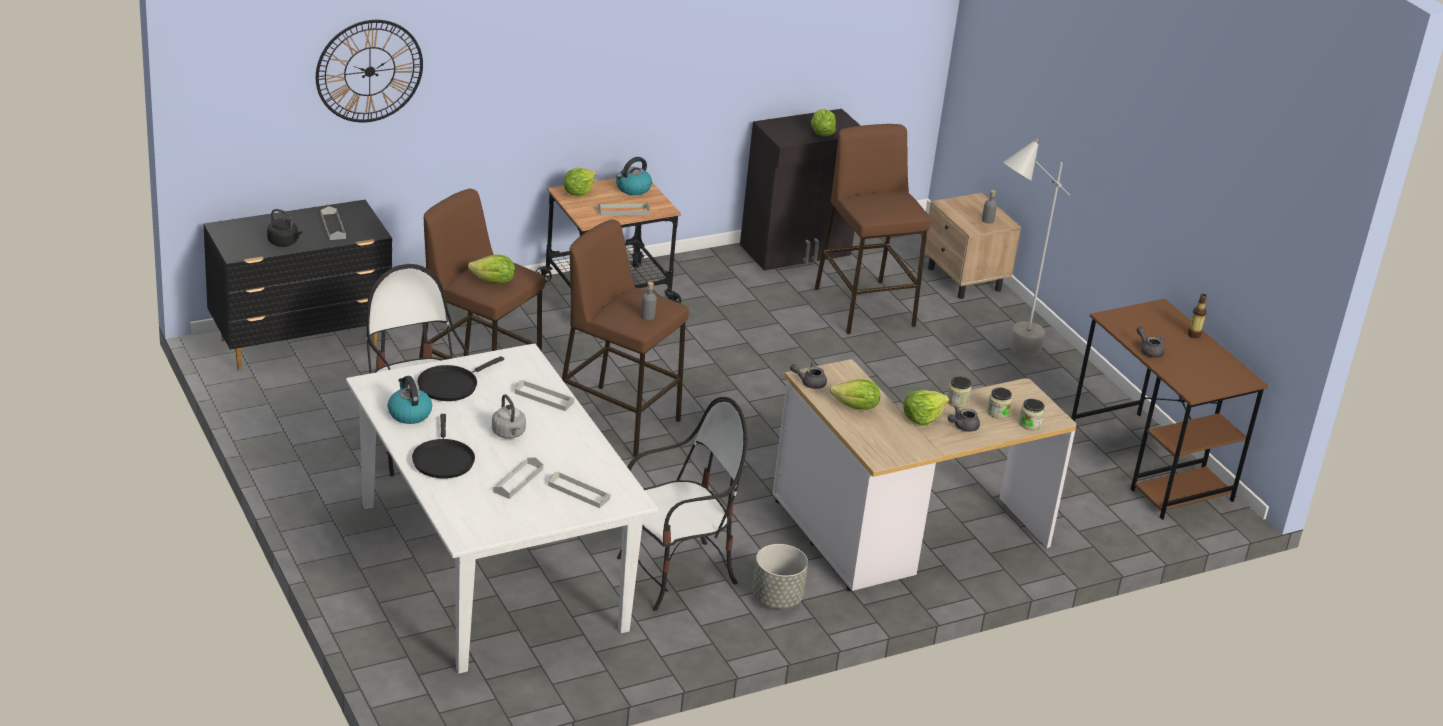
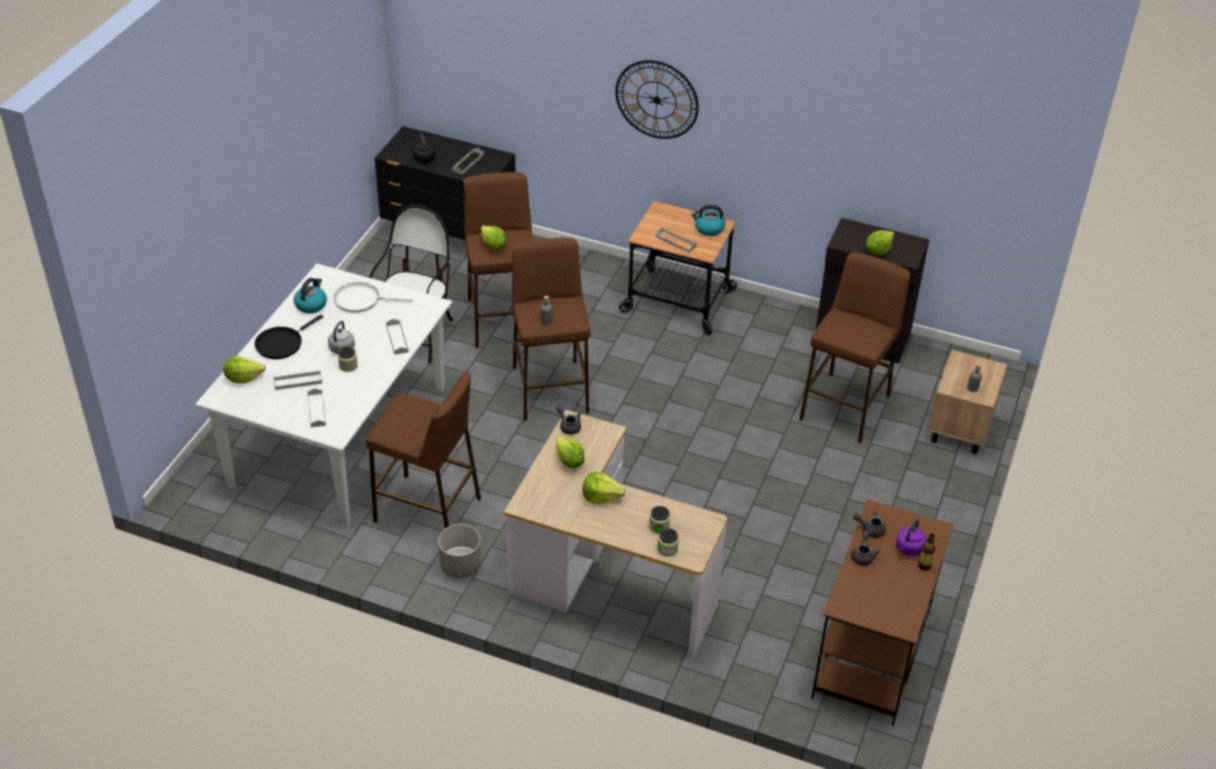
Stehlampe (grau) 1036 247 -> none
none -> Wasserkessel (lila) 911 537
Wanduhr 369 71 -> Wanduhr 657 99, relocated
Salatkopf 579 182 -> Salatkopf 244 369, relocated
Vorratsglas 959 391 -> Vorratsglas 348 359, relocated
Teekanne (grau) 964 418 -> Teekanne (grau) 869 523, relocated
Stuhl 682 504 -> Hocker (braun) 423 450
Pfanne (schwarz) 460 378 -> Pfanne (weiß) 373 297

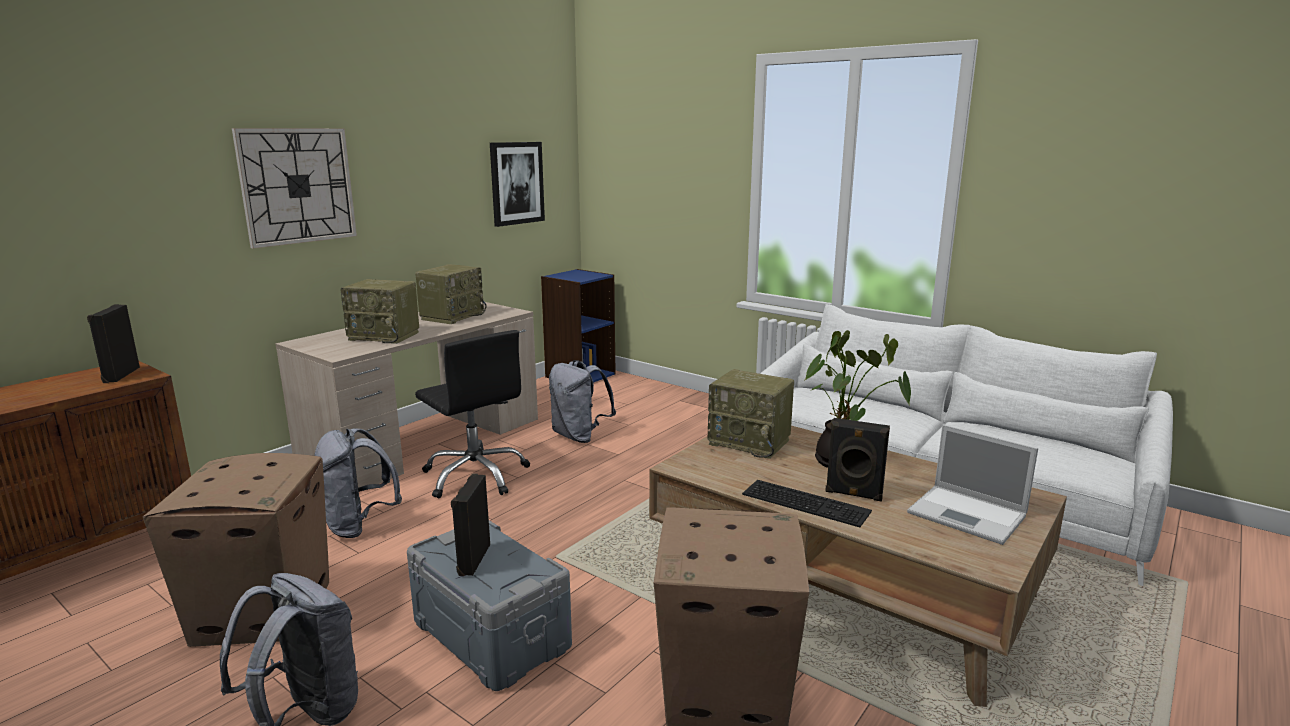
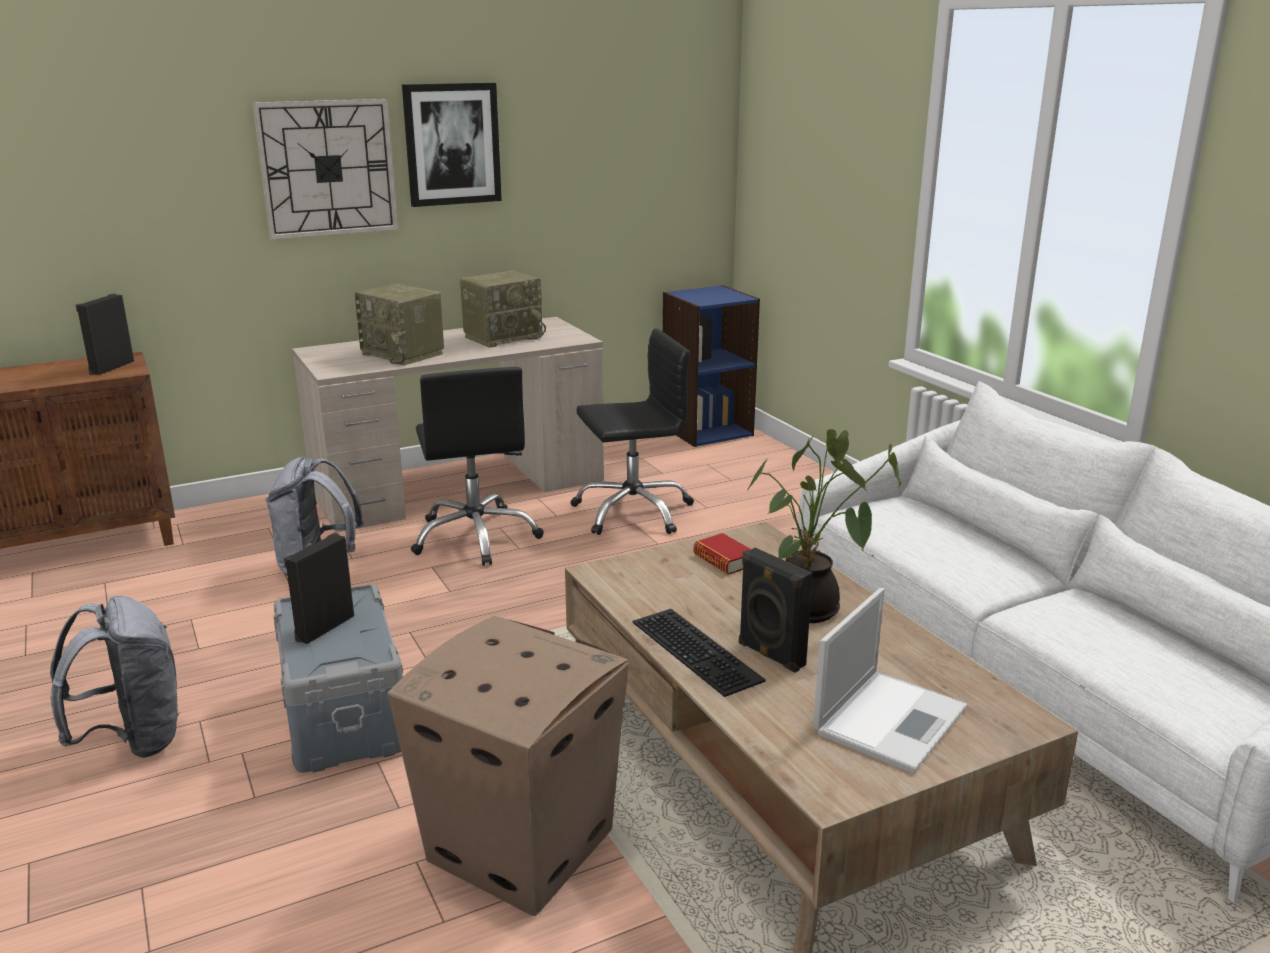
Karton 236 550 -> none
Bild 517 184 -> Bild 452 145, relocated
Rucksack (grau) 582 401 -> Bürostuhl (schwarz) 632 431
Radio 751 414 -> Buch 722 554
Laptop 972 484 -> Laptop 890 680, 120 degrees counterclockwise

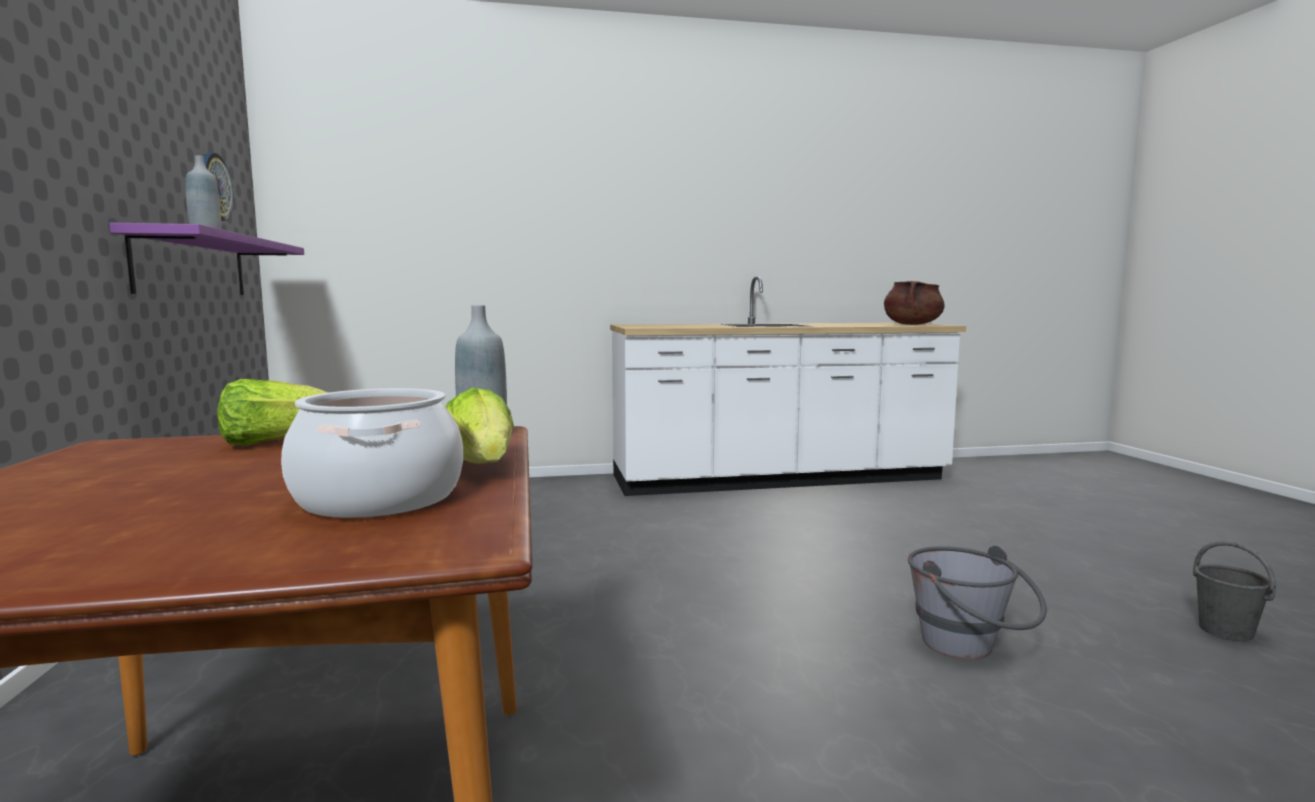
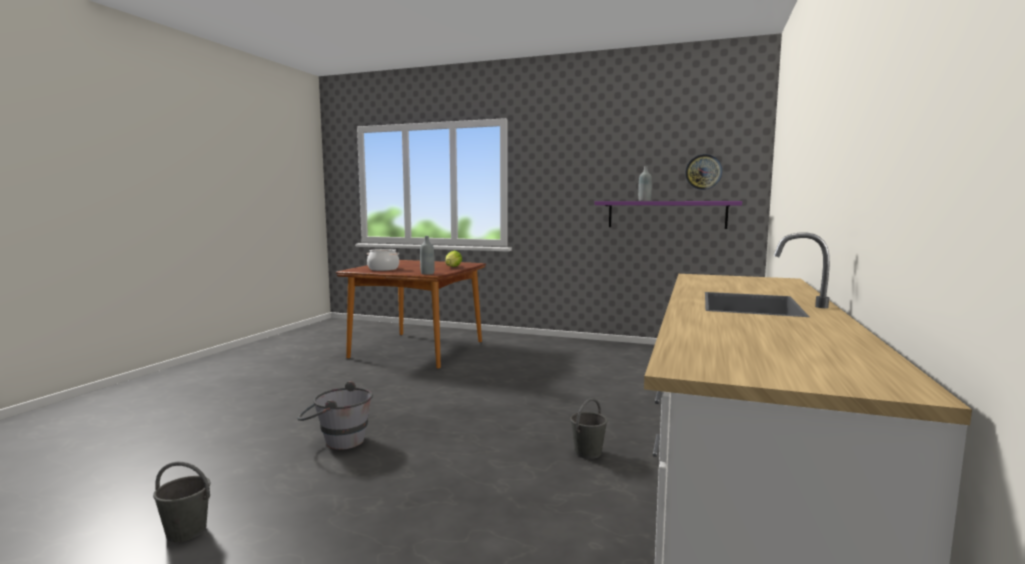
Salatkopf 480 426 -> none
Kochtopf (braun) 914 303 -> none
none -> Eimer (grau) 589 428

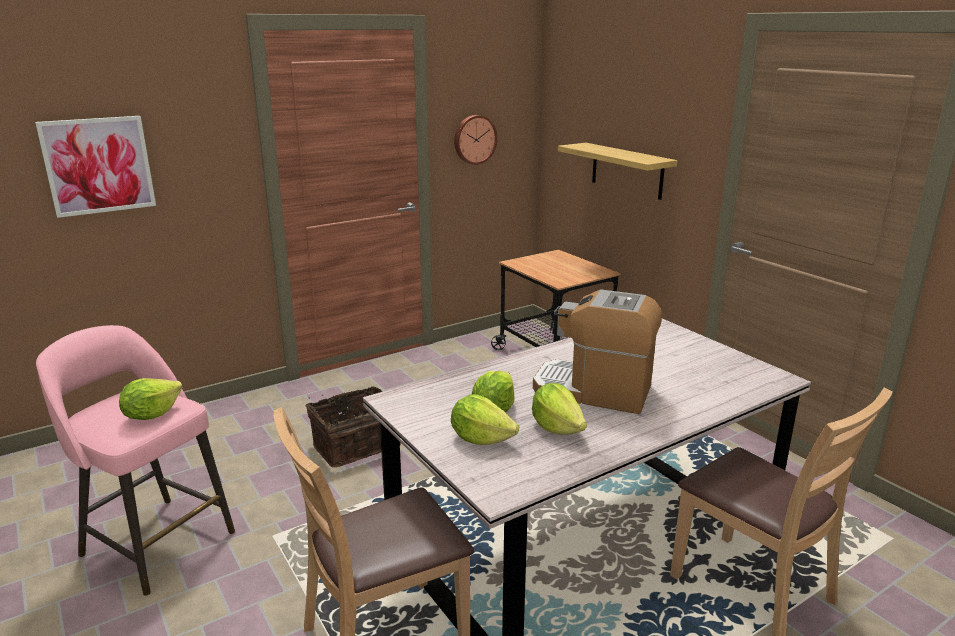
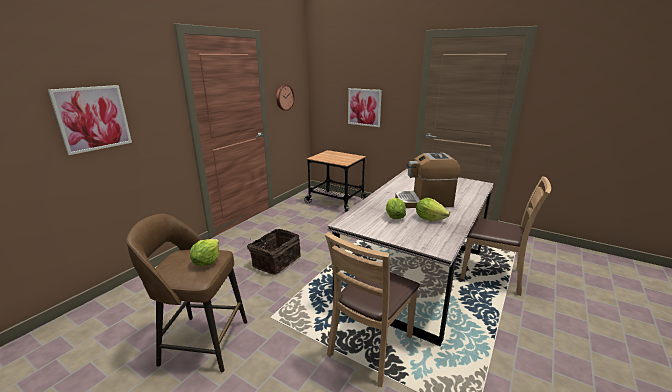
Salatkopf 485 419 -> none
Wandregal 617 171 -> Bild 365 107
Hocker (rosa) 135 460 -> Hocker (braun) 186 293

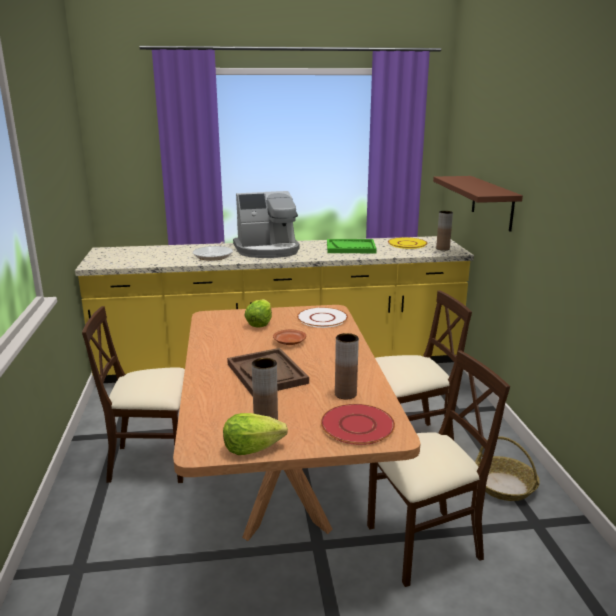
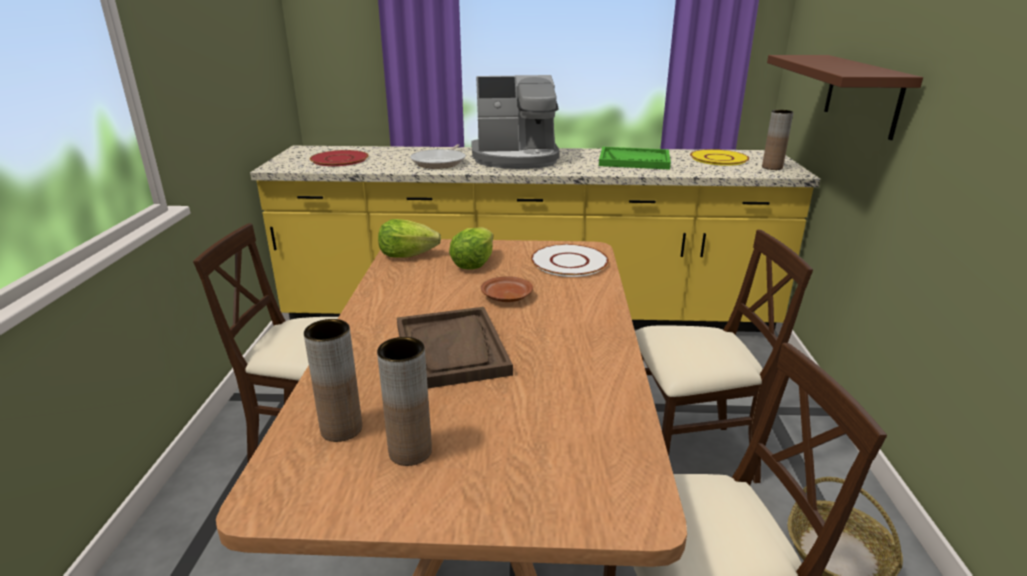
Salatkopf 255 434 -> Salatkopf 409 238, relocated
Teller (rot) 358 424 -> Teller (rot) 339 158, relocated
Vase (braun) 347 366 -> Vase (braun) 333 380, relocated

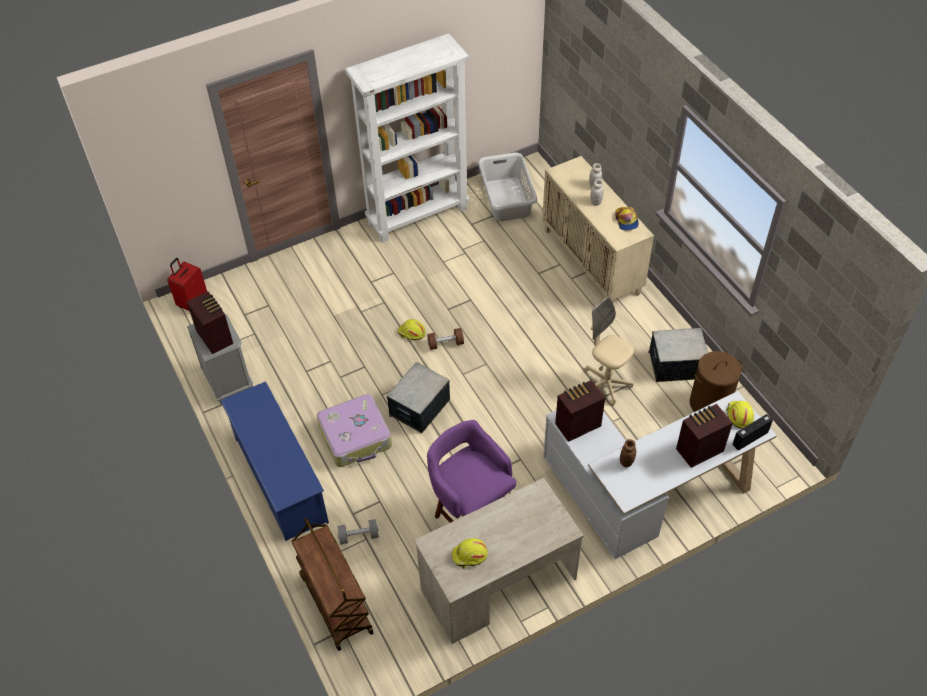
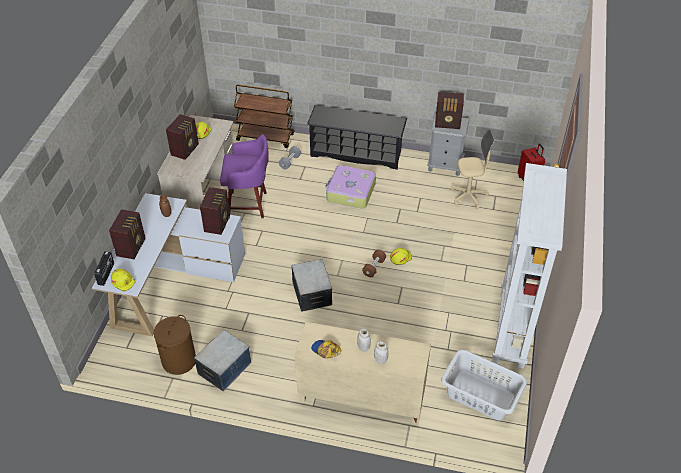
none -> Radio 182 137
Aufbewahrungsbox 418 397 -> Aufbewahrungsbox 311 285, relocated
Bürostuhl (beige) 609 351 -> Bürostuhl (beige) 472 169, relocated
Schuhregal (blau) 275 461 -> Schuhregal (schwarz) 357 137

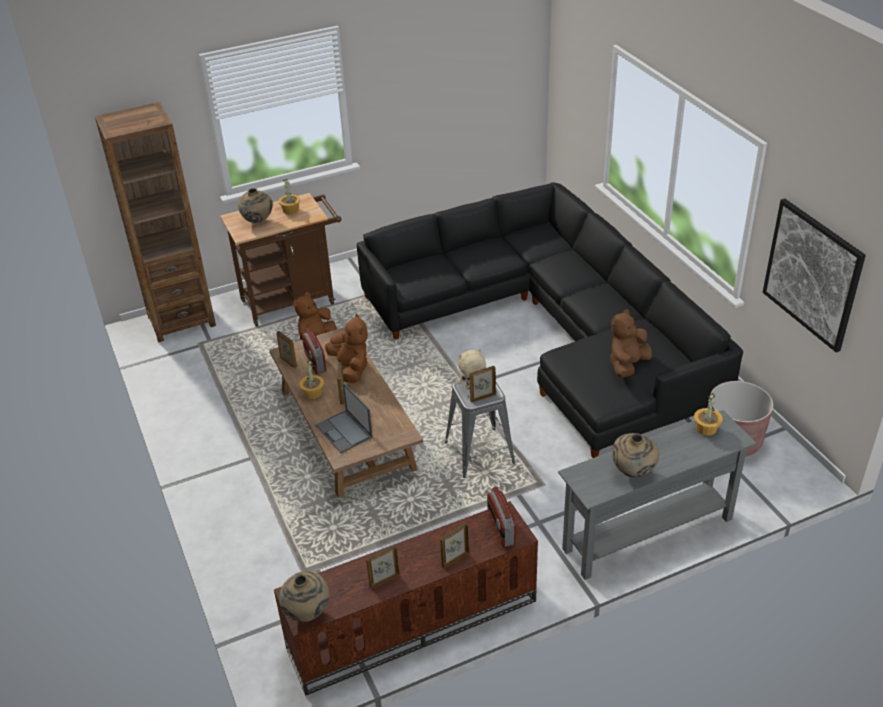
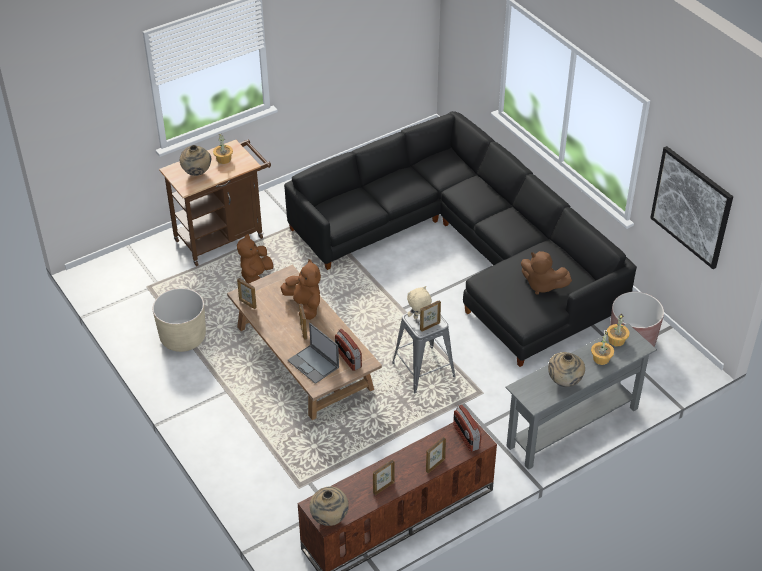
Bücherregal (braun) 155 222 -> none
none -> Pflanzkübel (beige) 179 320
Topfpflanze 311 379 -> Topfpflanze 602 348, relocated
Radio 314 351 -> Radio 348 350, relocated
Plüschtier (braun) 631 343 -> Plüschtier (braun) 546 273, 90 degrees counterclockwise

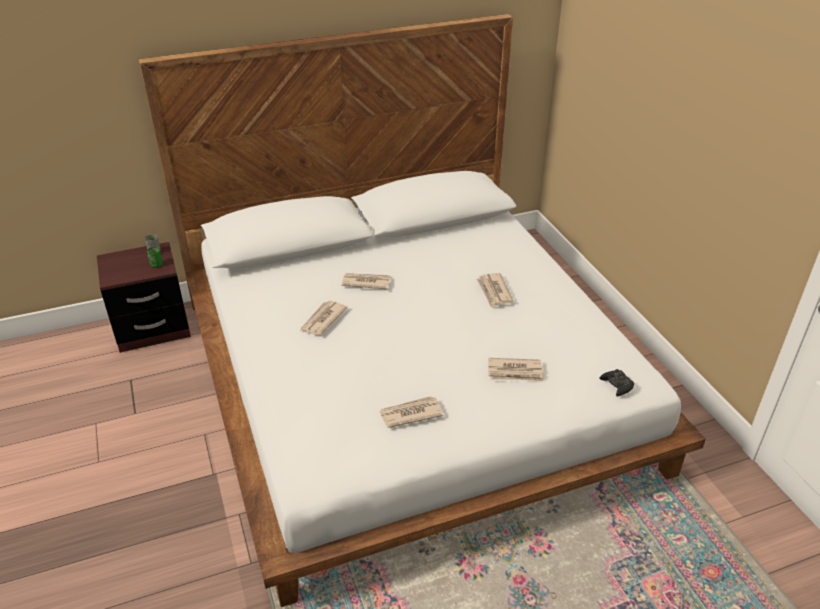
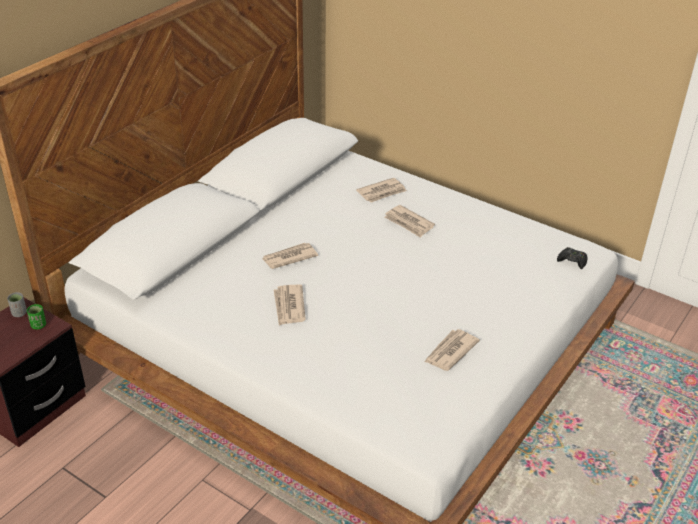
Zeitung 516 369 -> Zeitung 381 190, relocated

